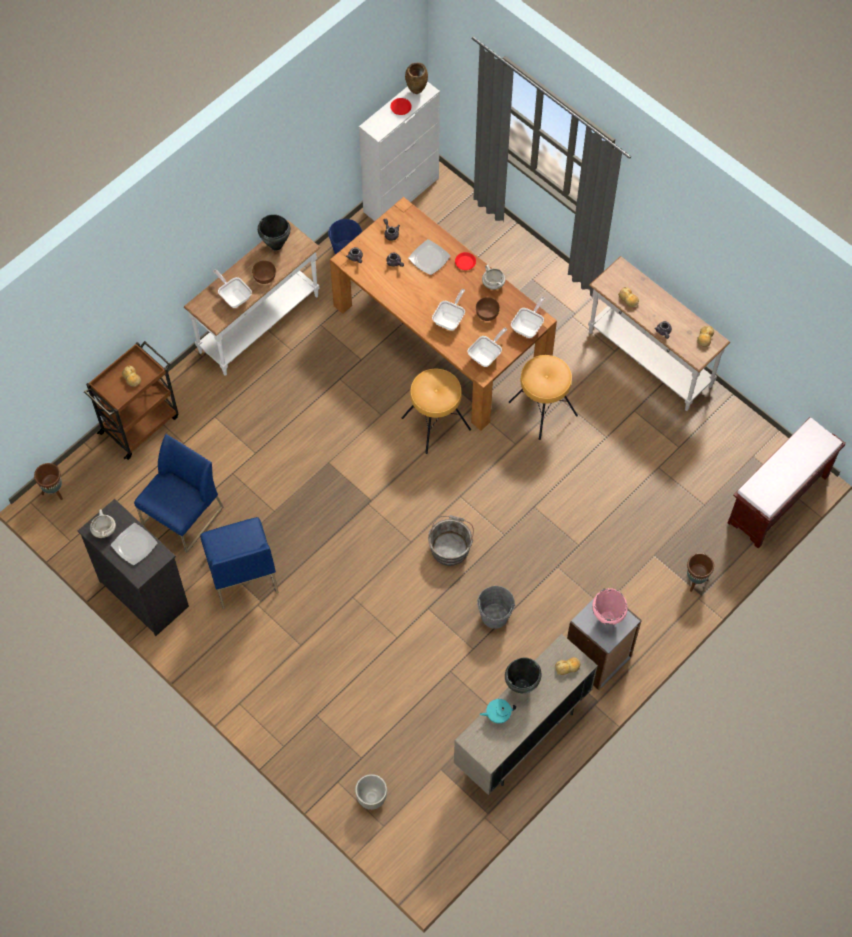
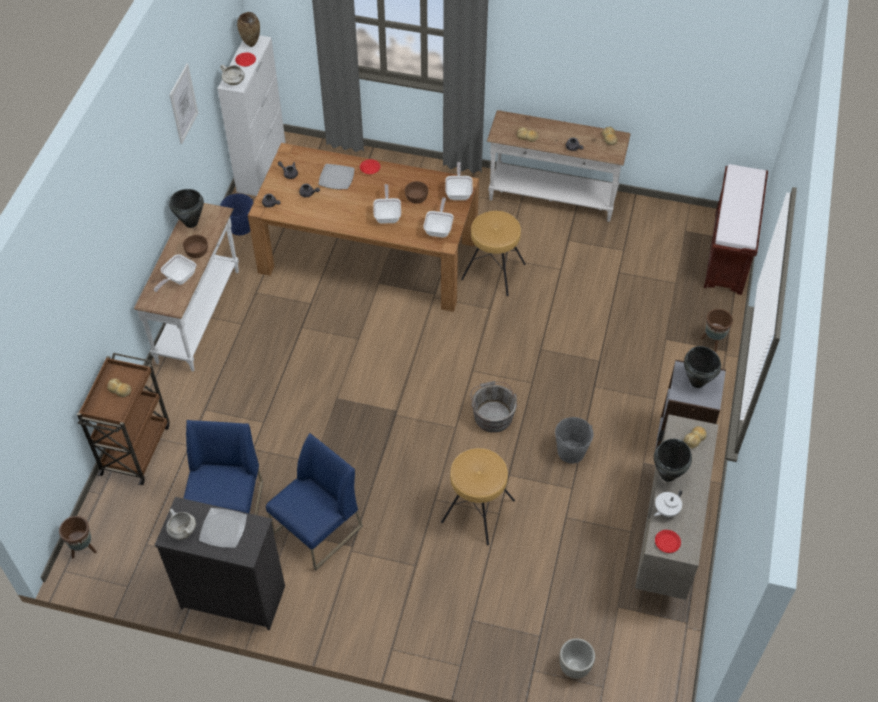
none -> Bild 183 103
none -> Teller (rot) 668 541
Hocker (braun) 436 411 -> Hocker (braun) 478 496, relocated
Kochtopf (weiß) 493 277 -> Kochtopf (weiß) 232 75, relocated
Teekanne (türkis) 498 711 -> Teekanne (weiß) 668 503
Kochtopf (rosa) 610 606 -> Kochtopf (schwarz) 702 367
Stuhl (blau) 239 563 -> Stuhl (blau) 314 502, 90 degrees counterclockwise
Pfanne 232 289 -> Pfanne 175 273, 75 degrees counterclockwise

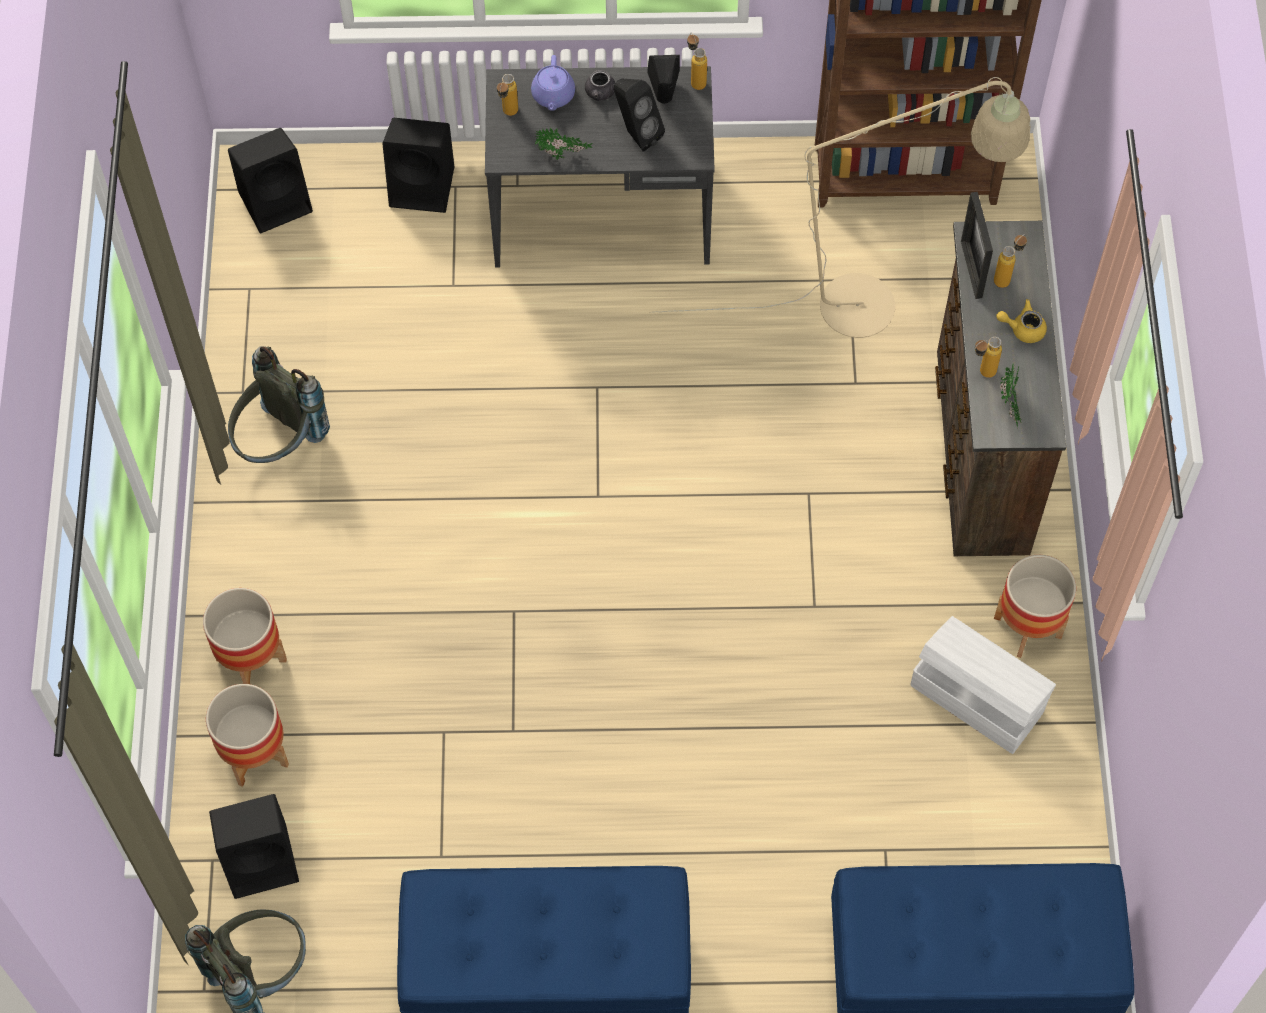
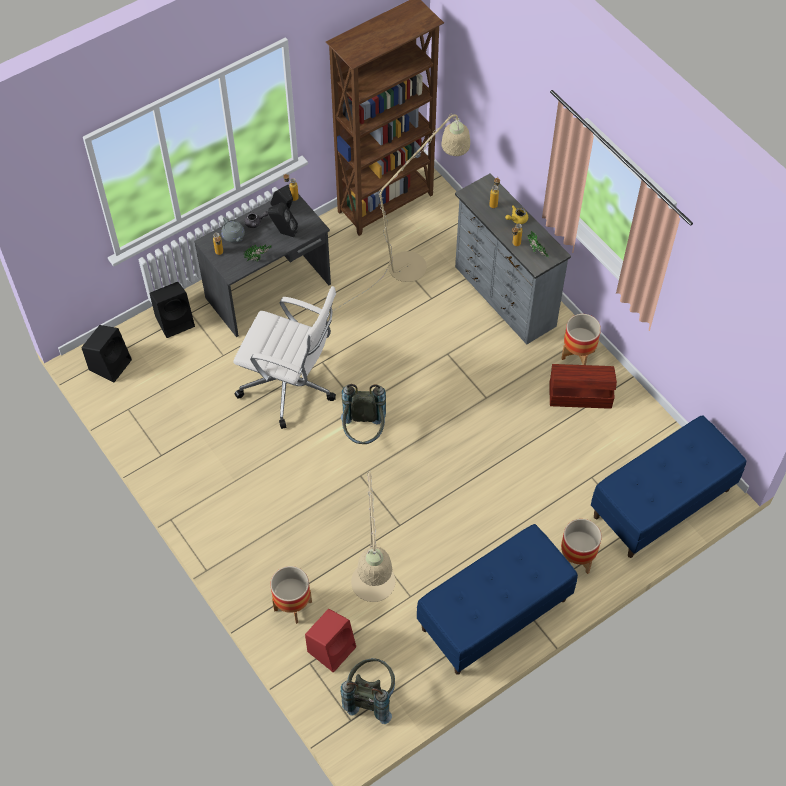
Bilderrahmen 977 245 -> none
none -> Bürostuhl (weiß) 284 357
none -> Stehlampe (beige) 373 536
Pflanzkübel 245 636 -> Pflanzkübel 581 546, relocated
Rucksack (grau) 279 404 -> Rucksack (grau) 363 414, relocated
Lautsprecher (schwarz) 254 846 -> Lautsprecher (rot) 330 641
Teekanne (lila) 553 83 -> Teekanne (grau) 233 229
Aufbewahrungsbox (weiß) 983 685 -> Aufbewahrungsbox (braun) 583 386
Kommode (braun) 1000 388 -> Kommode (grau) 513 259

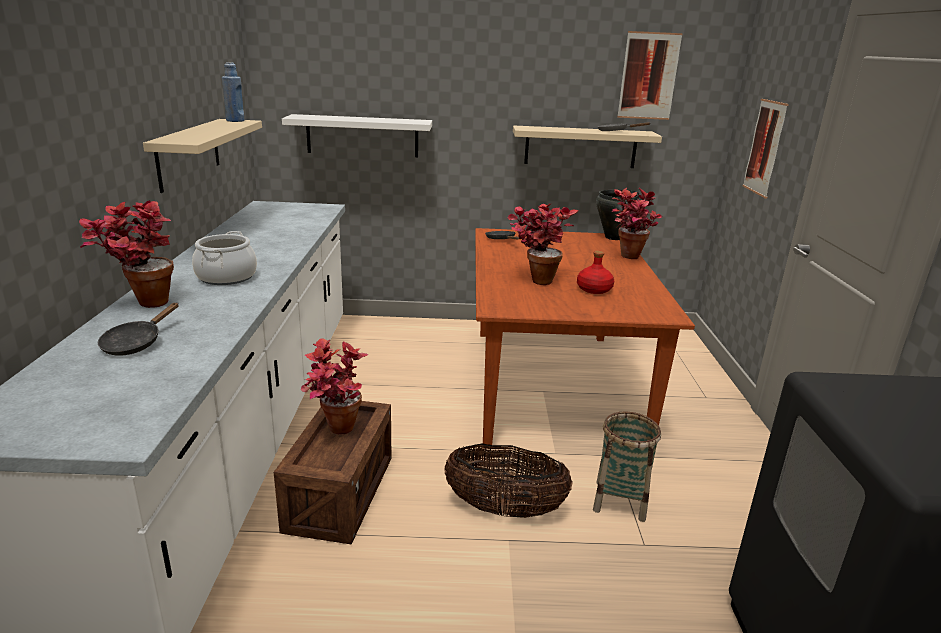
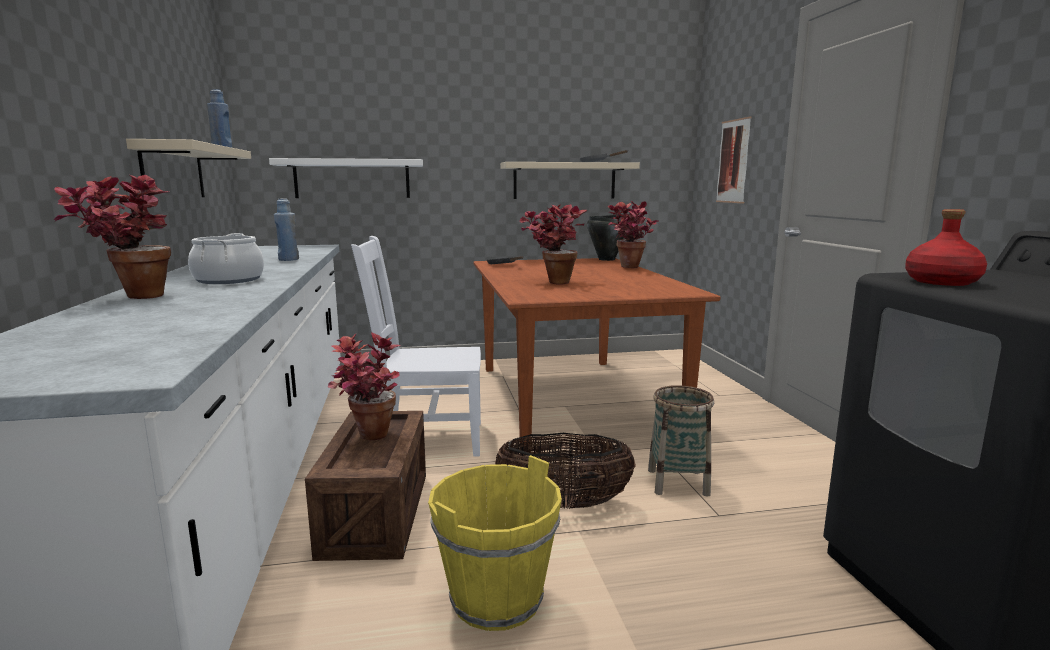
Pfanne (schwarz) 138 329 -> none
Bild 650 75 -> none
none -> Flasche (blau) 286 230
none -> Stuhl (weiß) 416 346
none -> Eimer (gelb) 495 543
Flasche (rot) 595 272 -> Flasche (rot) 946 247, relocated

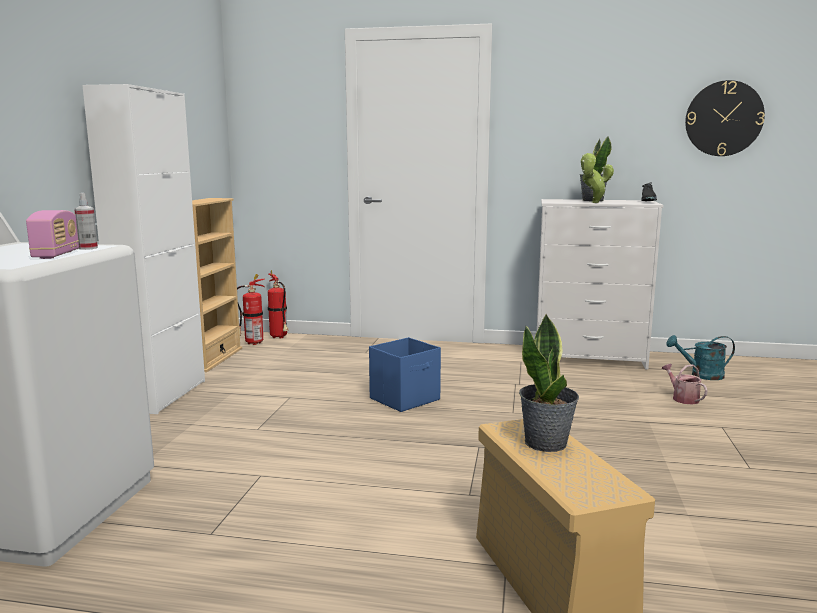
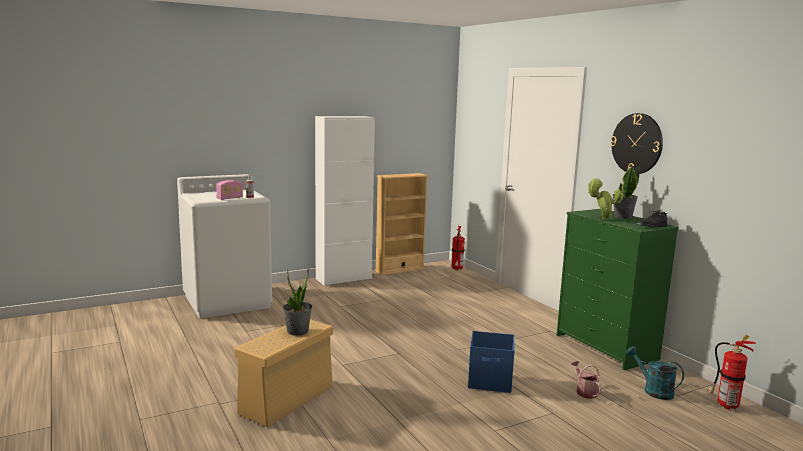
Feuerlöscher 251 309 -> Feuerlöscher 731 372, relocated
Aufbewahrungsbox (blau) 405 374 -> Aufbewahrungsbox (blau) 491 362, relocated
Wanduhr 725 118 -> Wanduhr 636 143, relocated
Kommode (weiß) 600 284 -> Kommode (grün) 618 289
Gießkanne 685 384 -> Gießkanne 586 380, 45 degrees counterclockwise

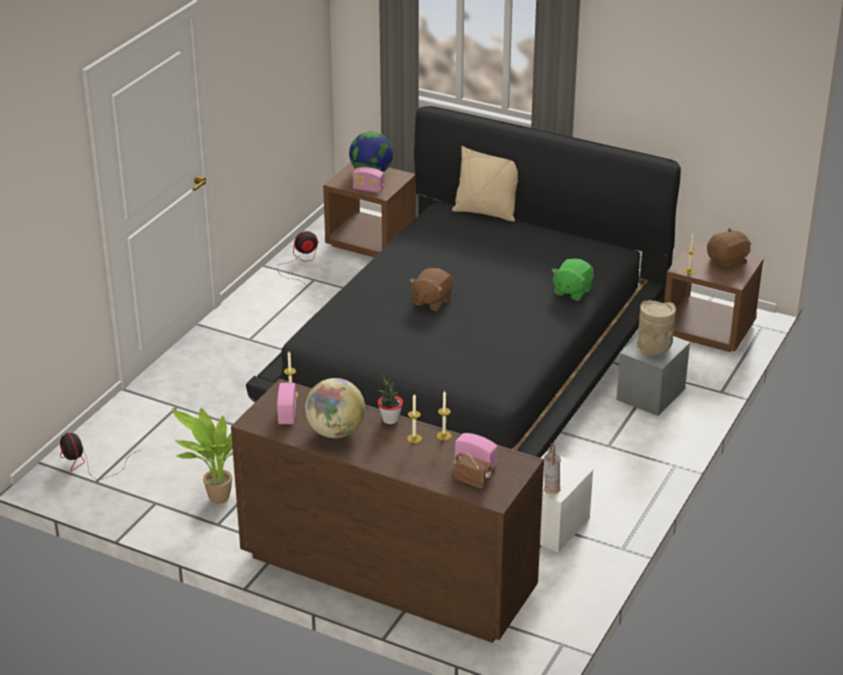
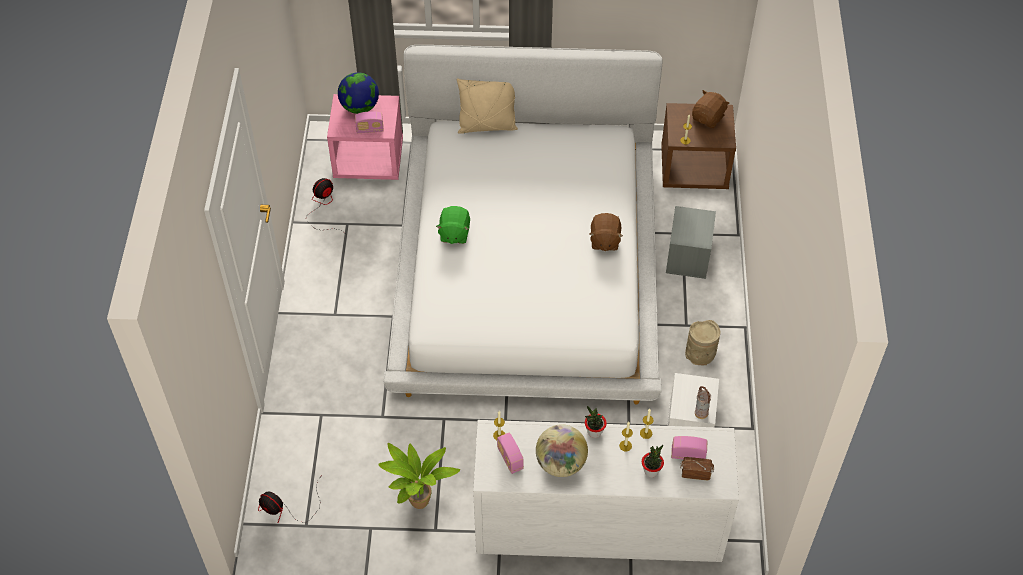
none -> Topfpflanze 653 461
Plüschtier (braun) 431 289 -> Plüschtier (braun) 606 232, relocated
Plüschtier (grün) 573 280 -> Plüschtier (grün) 453 225, relocated
Vase (beige) 656 328 -> Vase (beige) 702 342, relocated
Kommode (braun) 387 511 -> Kommode (weiß) 606 491
Bett (schwarz) 463 282 -> Bett (weiß) 523 224
Nachttisch (braun) 369 210 -> Nachttisch (rosa) 365 137

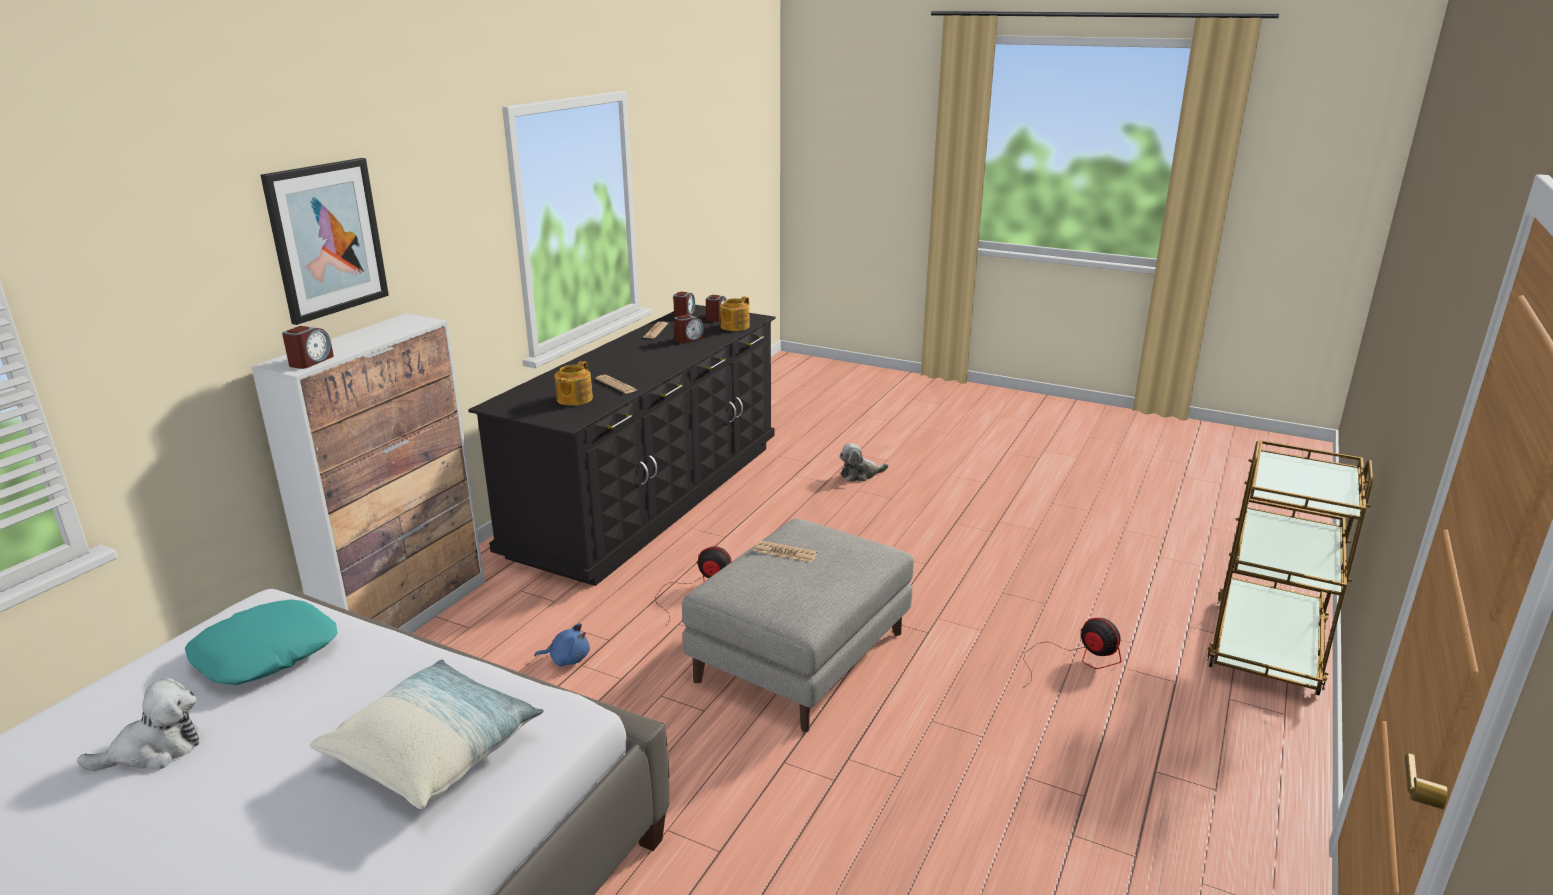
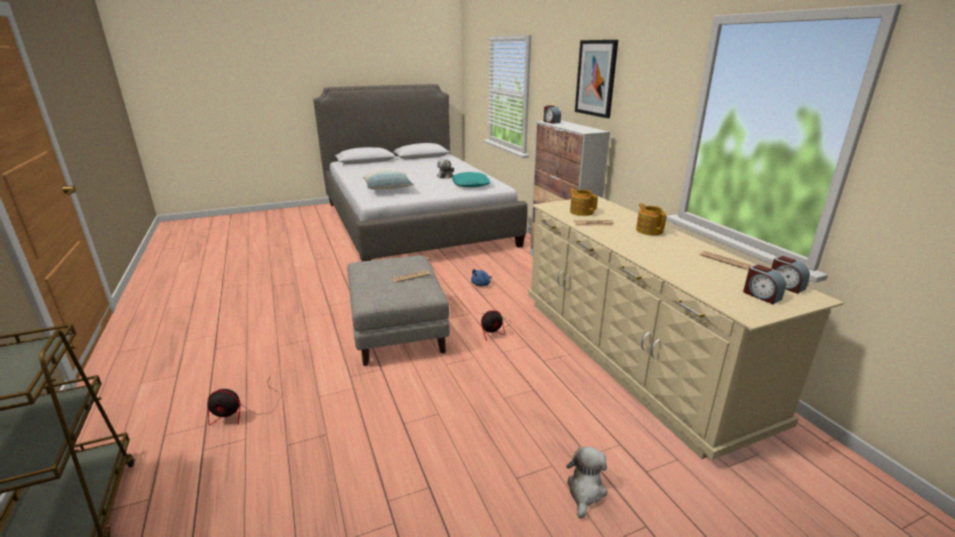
Wecker 689 329 -> none
Teekanne 735 313 -> Teekanne 651 219, relocated
Kommode (schwarz) 622 445 -> Kommode (beige) 685 328

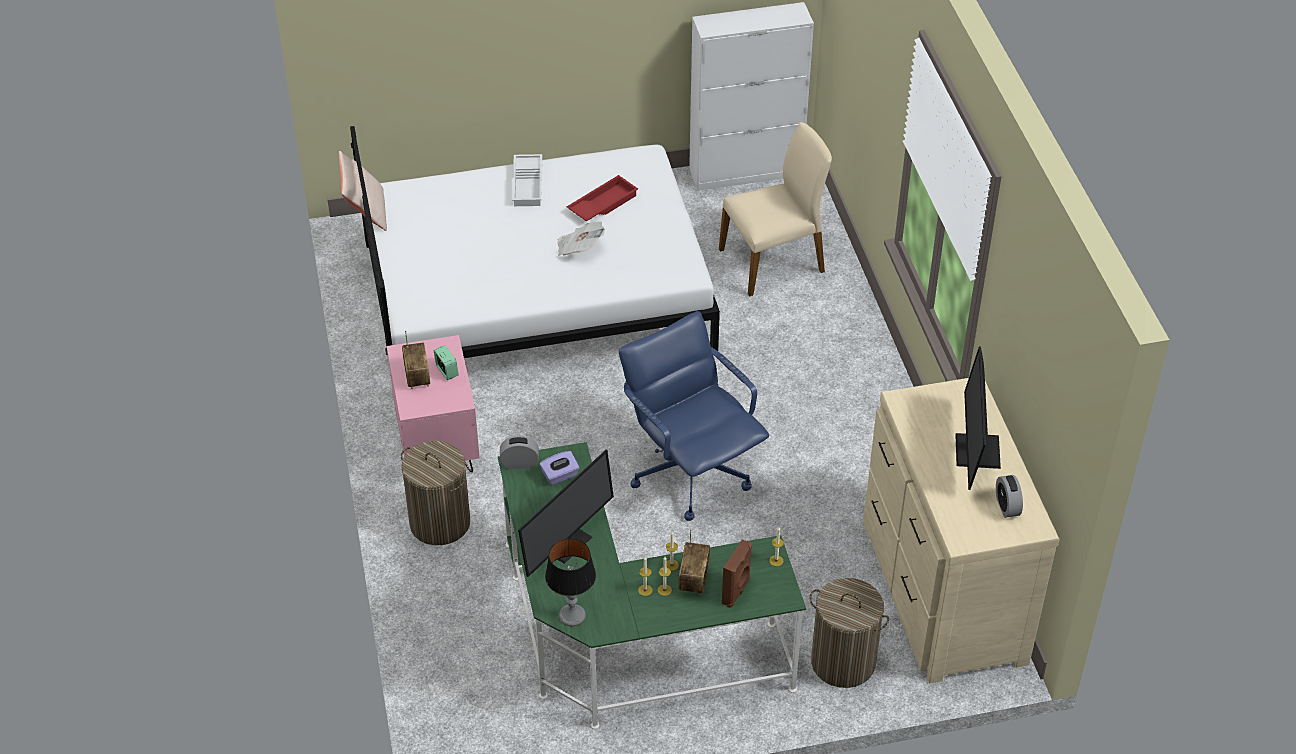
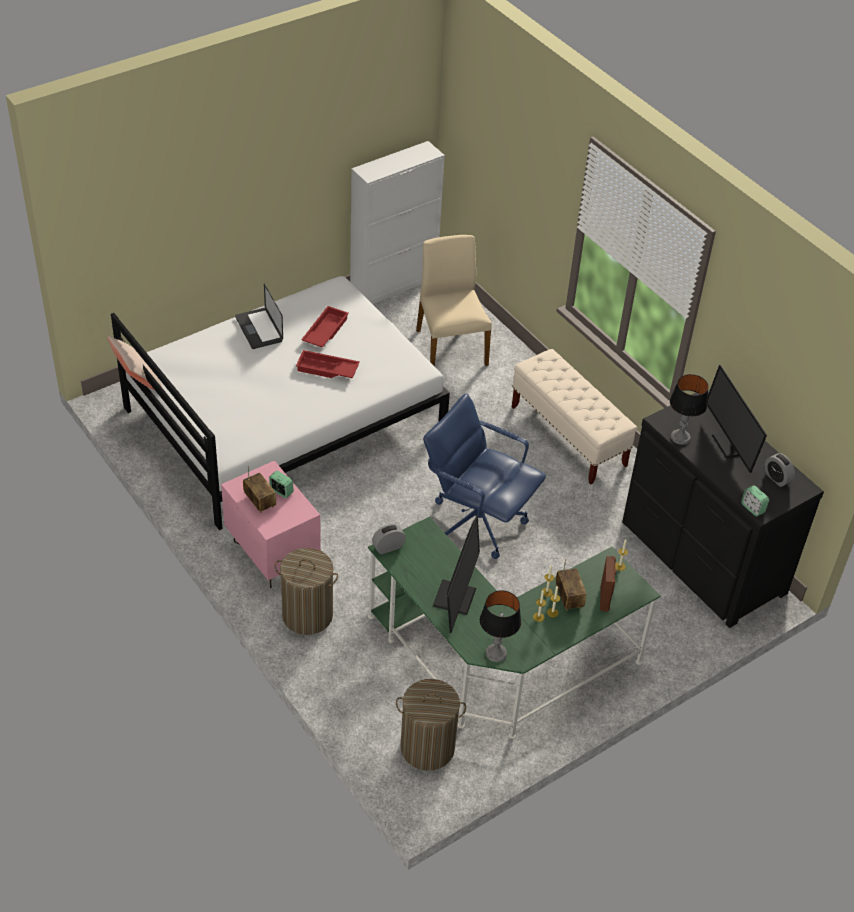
Taschentuchbox (lila) 560 468 -> none
none -> Bank (beige) 574 417
none -> Tischlampe 689 409
none -> Wecker 755 500
Wäschekorb 849 633 -> Wäschekorb 431 725, relocated
Tablett (weiß) 527 180 -> Laptop 259 316
Zeitung 581 239 -> Tablett (rot) 328 364
Kommode (beige) 961 531 -> Kommode (schwarz) 723 510
Stuhl (beige) 775 209 -> Stuhl (beige) 454 300, 60 degrees counterclockwise

